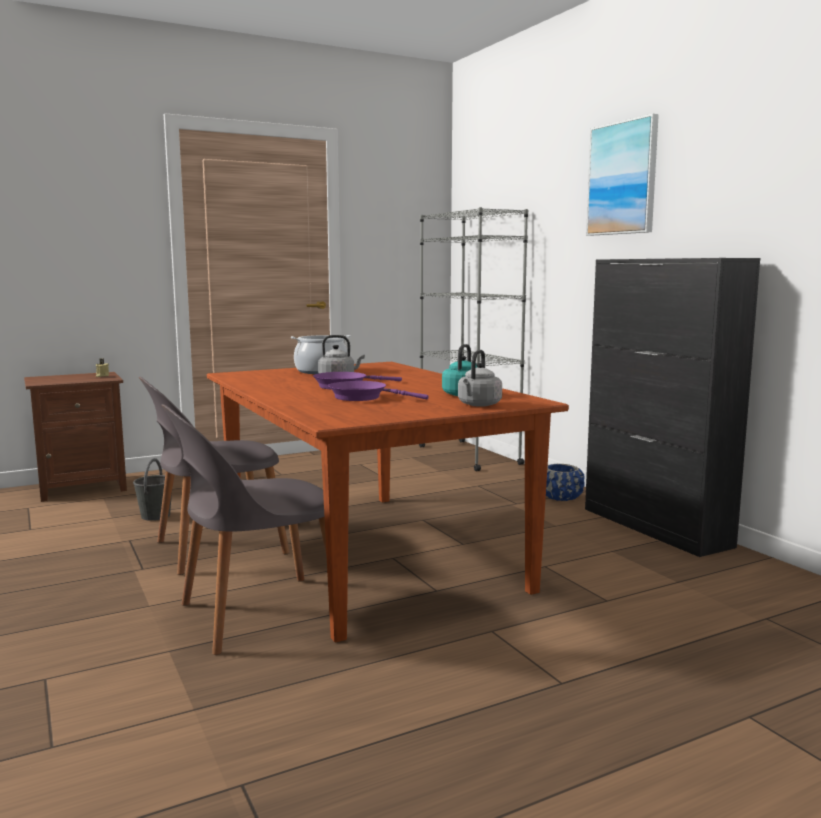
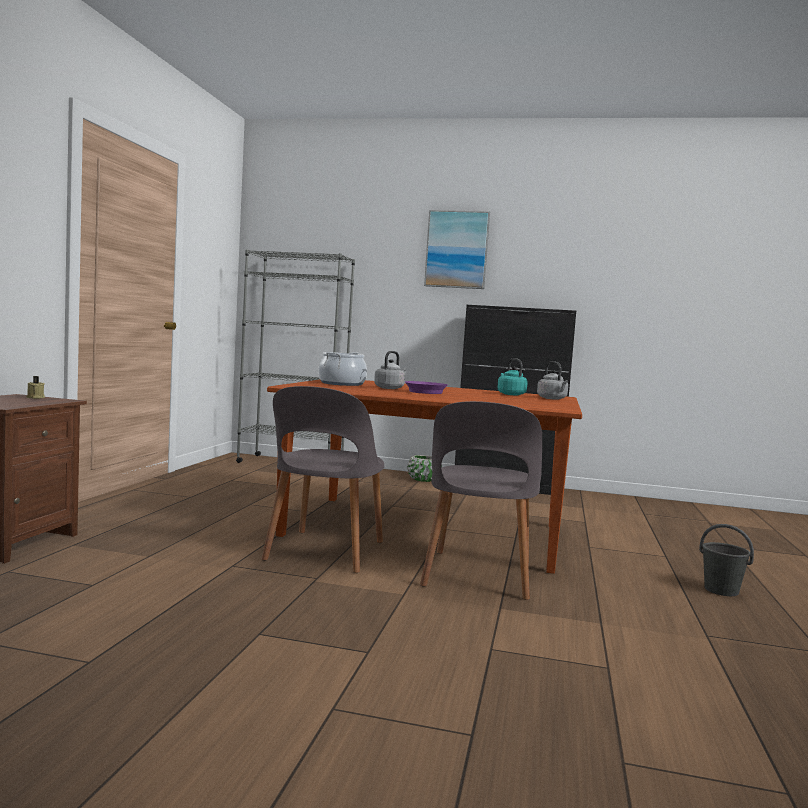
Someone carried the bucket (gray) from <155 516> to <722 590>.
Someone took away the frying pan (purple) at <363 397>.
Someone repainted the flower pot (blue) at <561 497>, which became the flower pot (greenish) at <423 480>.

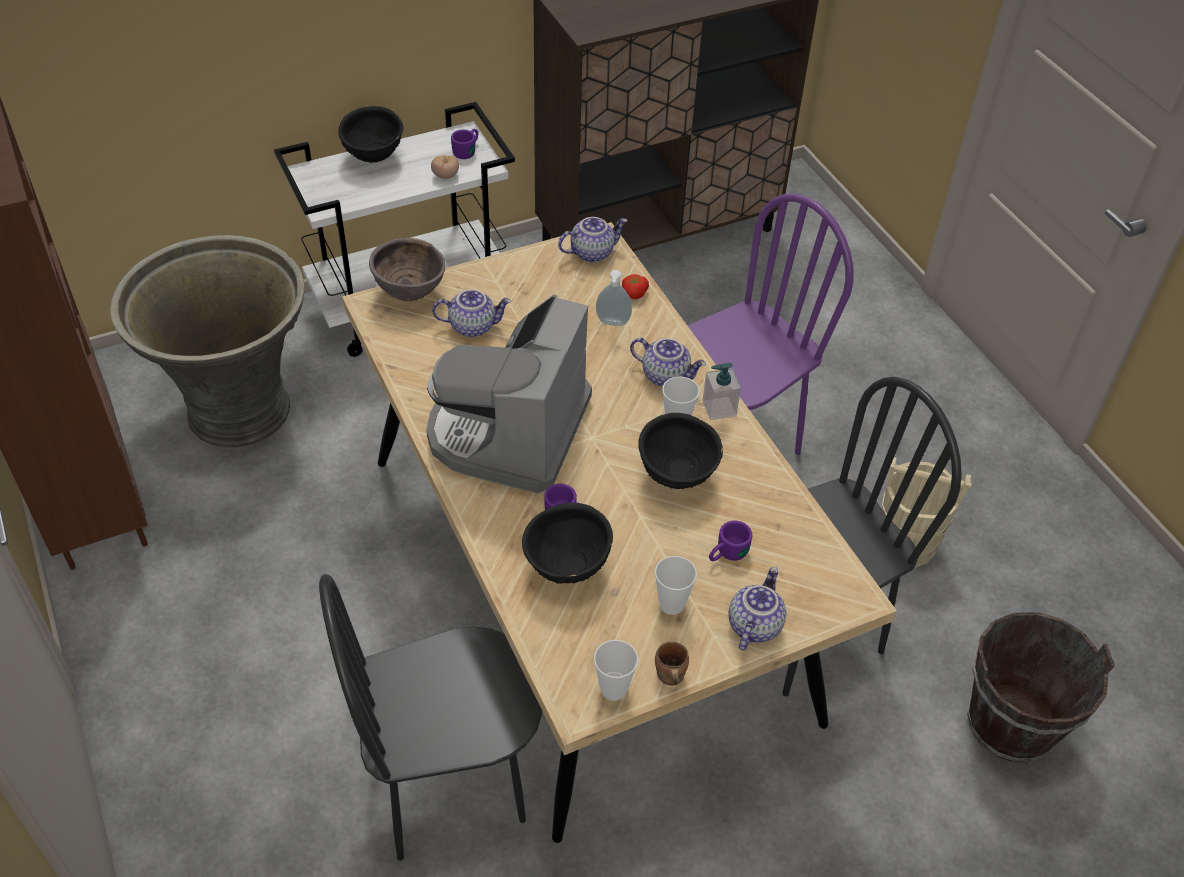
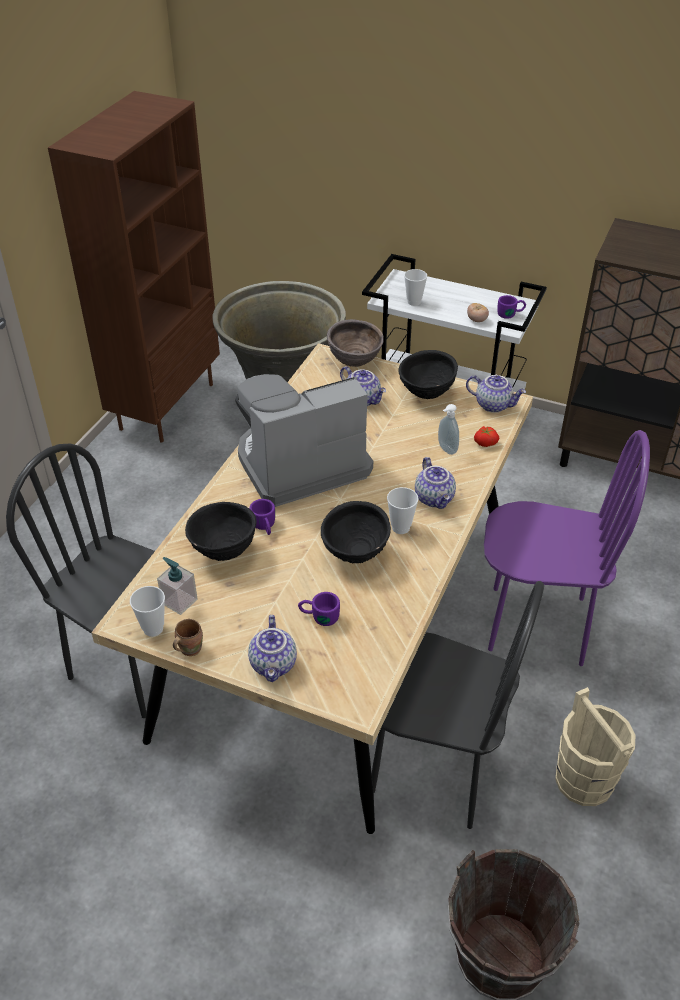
Someone carried the deep dish (blackish) from <373 158> to <426 394>.
Someone carried the cup from <671 604> to <414 302>.
Someone carried the soap bottle from <719 408> to <179 601>.
Someone rotated the pot for tea at <753 624> by 105 degrees clockwise.

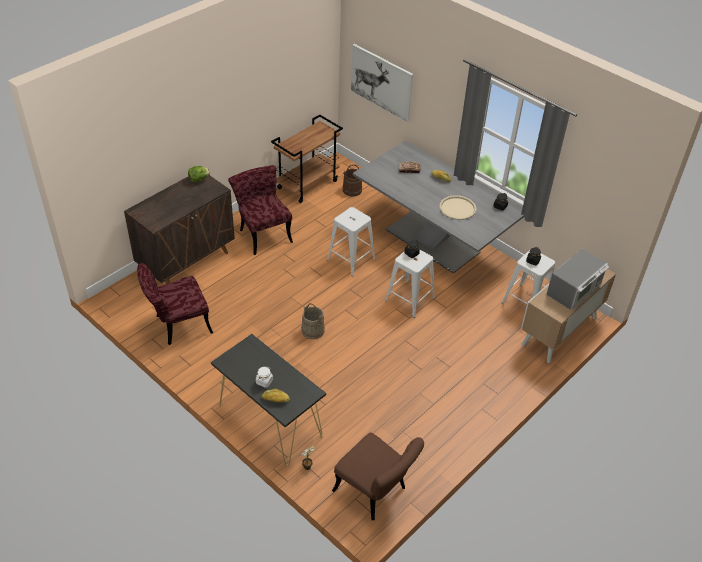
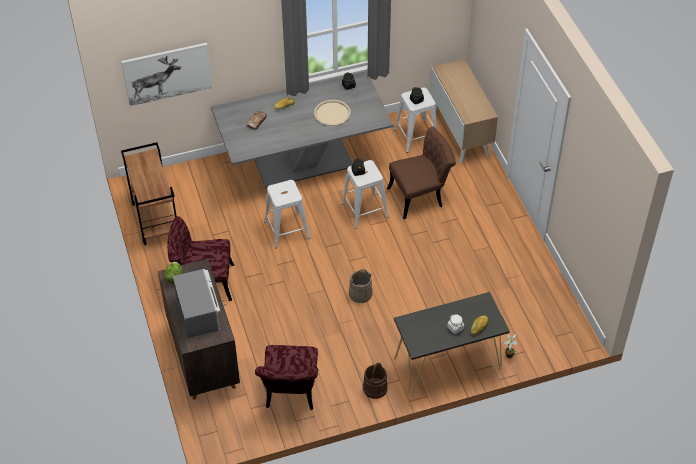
Someone carried the chair (brownish) from <375 493> to <420 196>.
Someone carried the bucket (brownish) from <352 190> to <375 388>.
Someone carried the microwave from <574 290> to <198 312>.

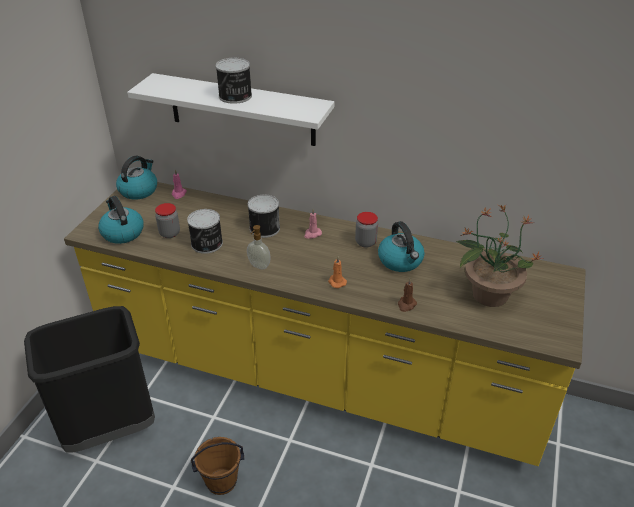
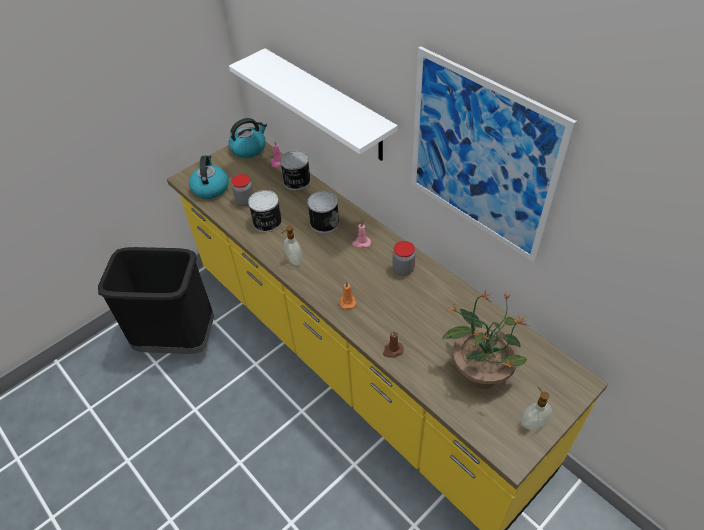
Someone took away the bucket (brownish) at <221 482>.
Someone carried the can from <235 96> to <296 181>.
Someone took away the water kettle at <401 261>.
Someone put up the wall art at <480 157>.
Someone put down the soap bottle at <532 422>.

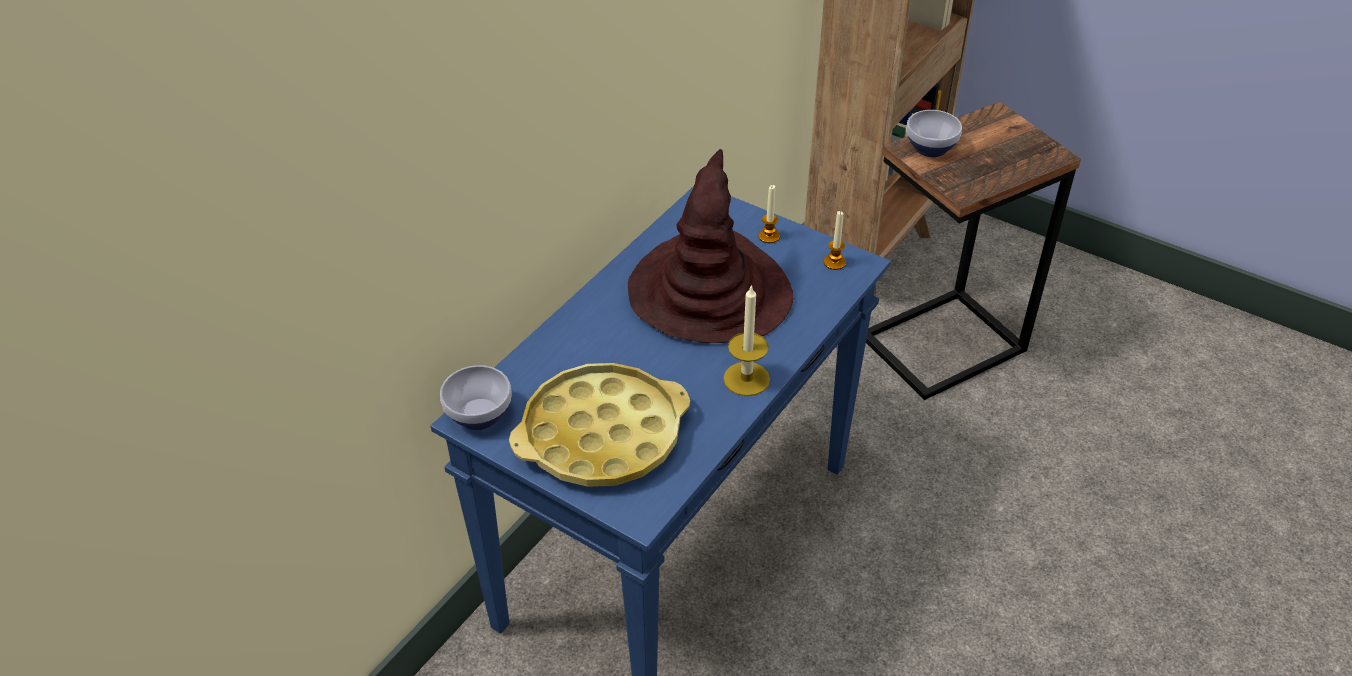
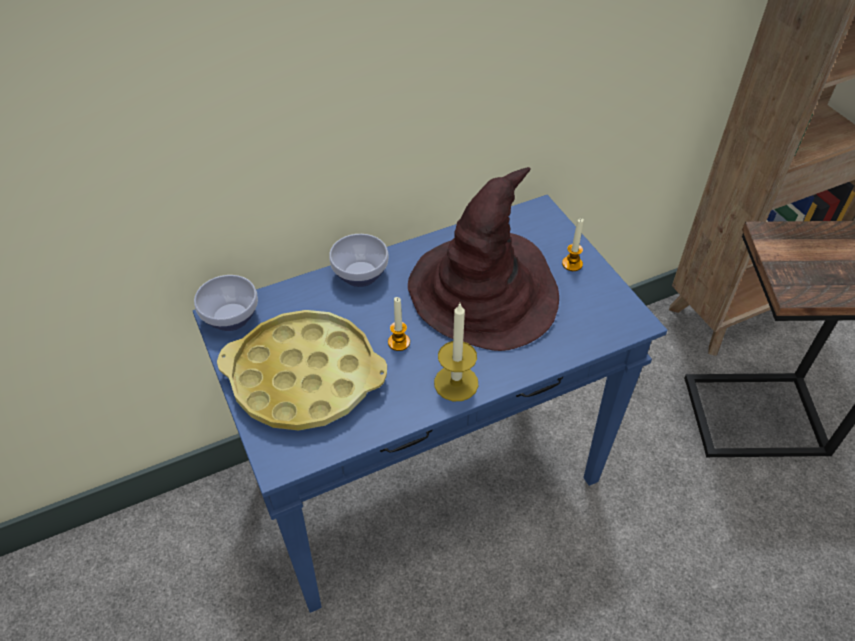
Someone carried the candle from <834 262> to <399 342>.
Someone carried the deep dish from <929 148> to <359 274>.

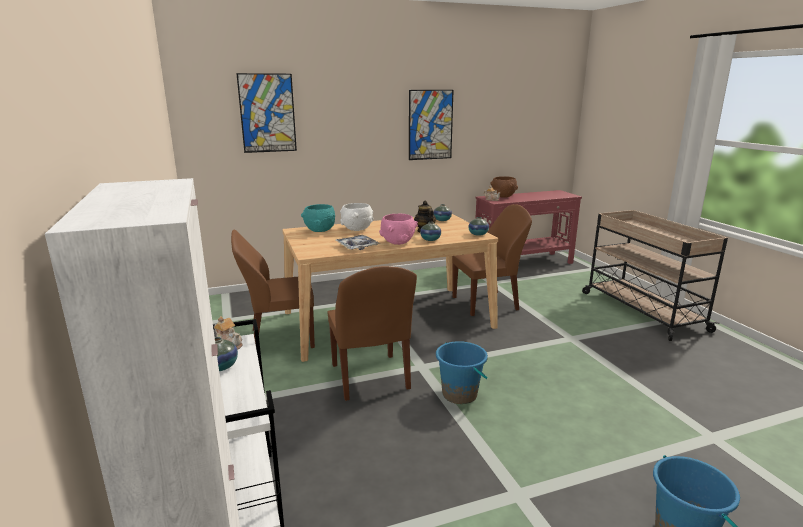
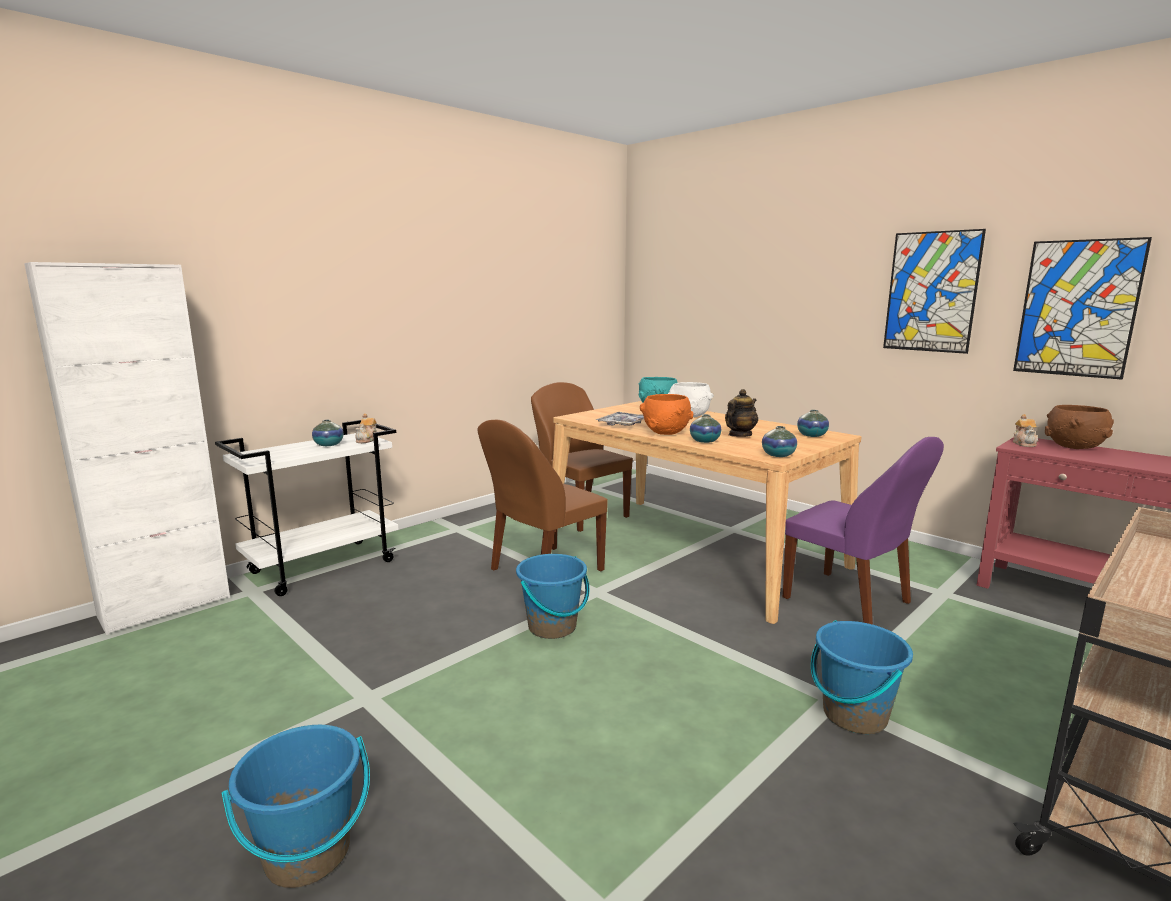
Someone carried the wall art from <267 113> to <1077 308>.
Someone repainted the deep dish (pinkish) at <397 242>, which became the deep dish (orange-coloured) at <666 433>.
Someone repainted the chair (brownish) at <486 303>, which became the chair (purple) at <849 602>.
Someone put down the bucket (blue) at <854 715>.

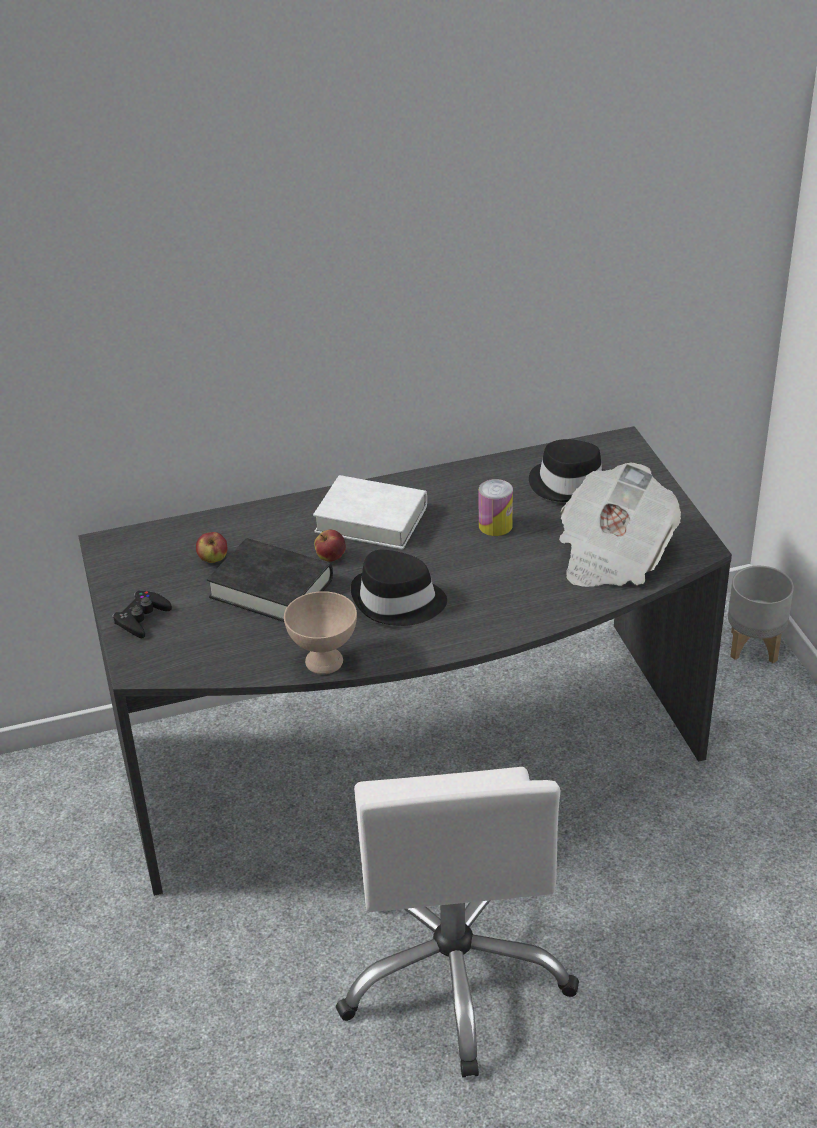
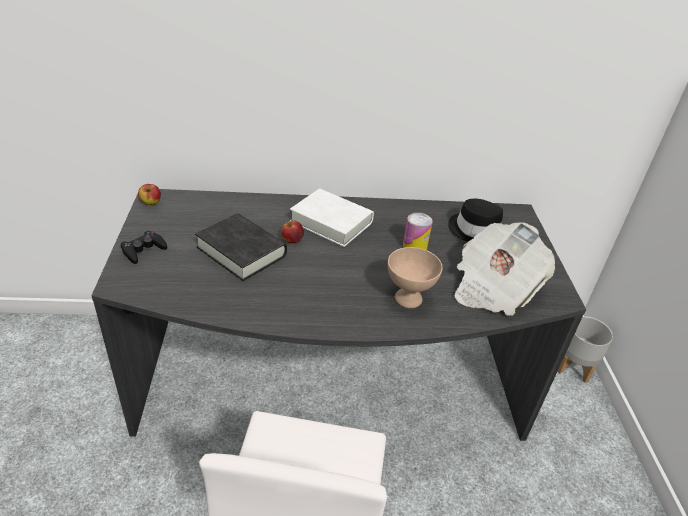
Someone carried the apple fruit from <213 560> to <151 203>.
Someone carried the deep dish (beige-coloured) from <325 661> to <409 298>.
Someone took away the clothing hat (blackish) at <397 601>.

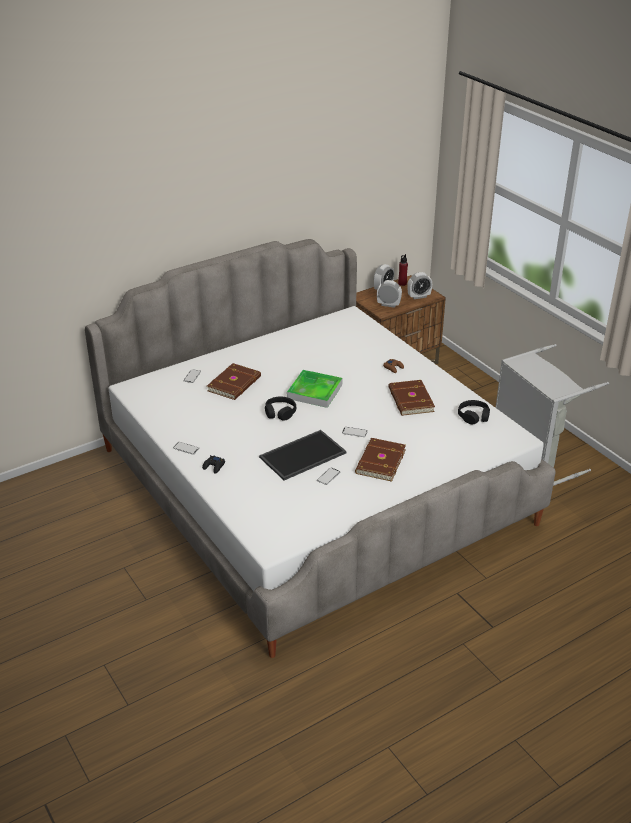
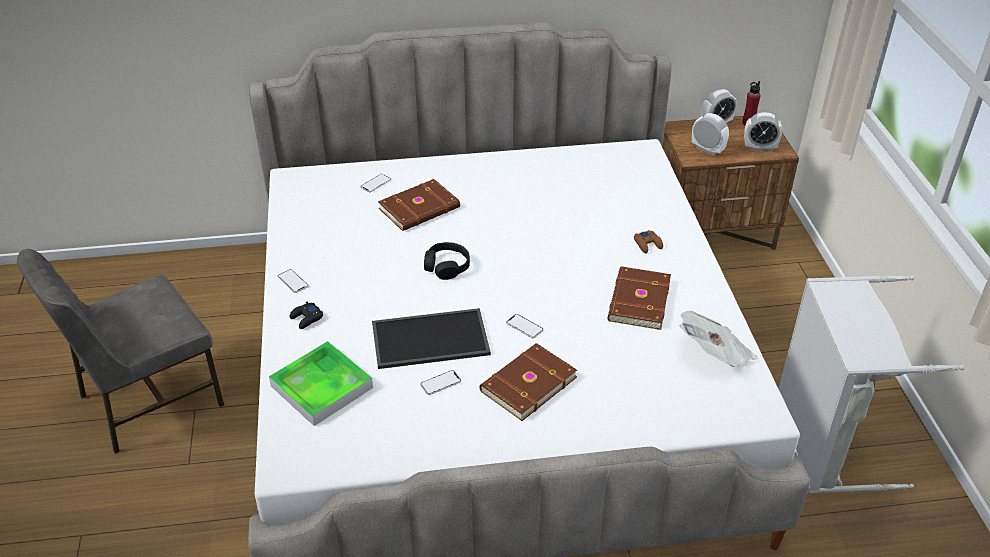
Someone carried the carrying tray from <314 391> to <321 387>.
Someone swapped the headphones (blackish) at <473 416> for the daily paper at <715 355>.
Someone put down the chair (gray) at <148 400>.

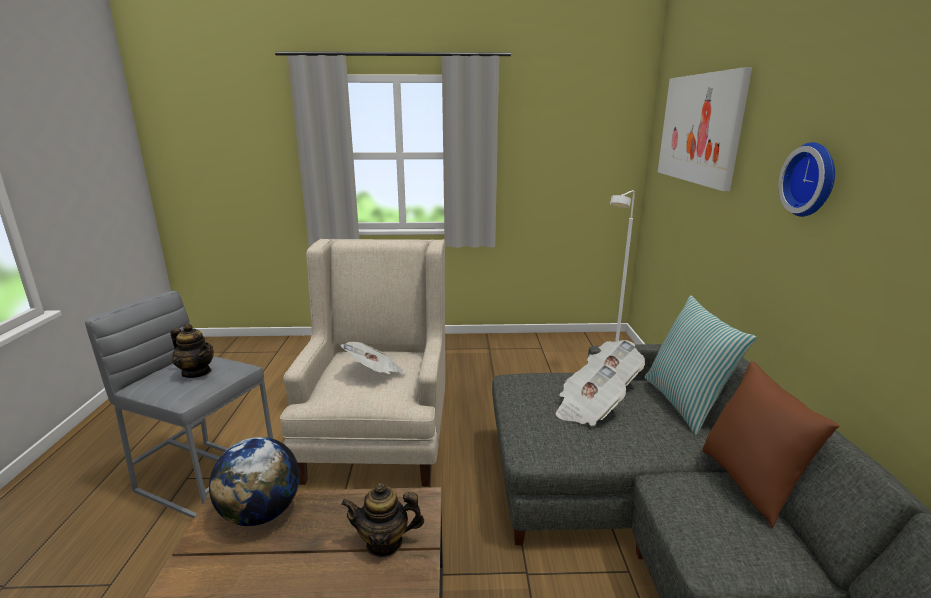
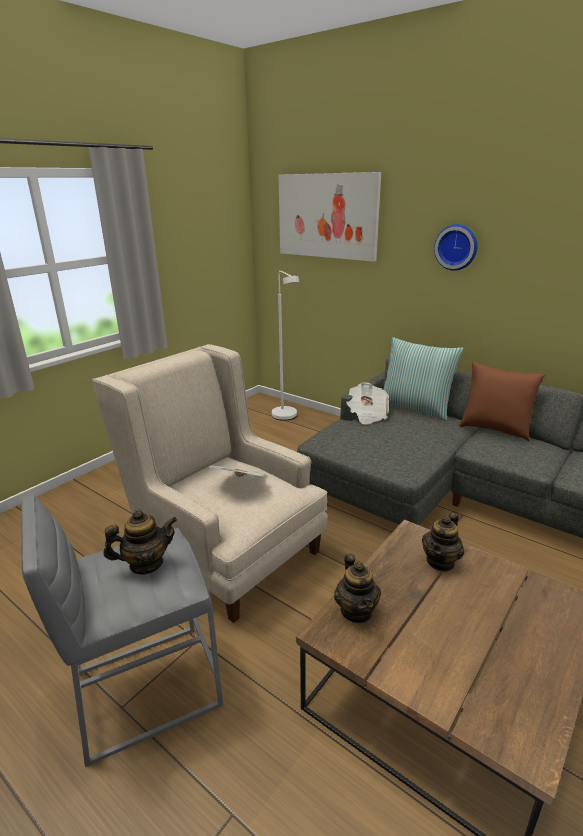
Someone swapped the world globe at <261 513> for the pot for tea at <356 611>.
Someone took away the daily paper at <586 410>.

